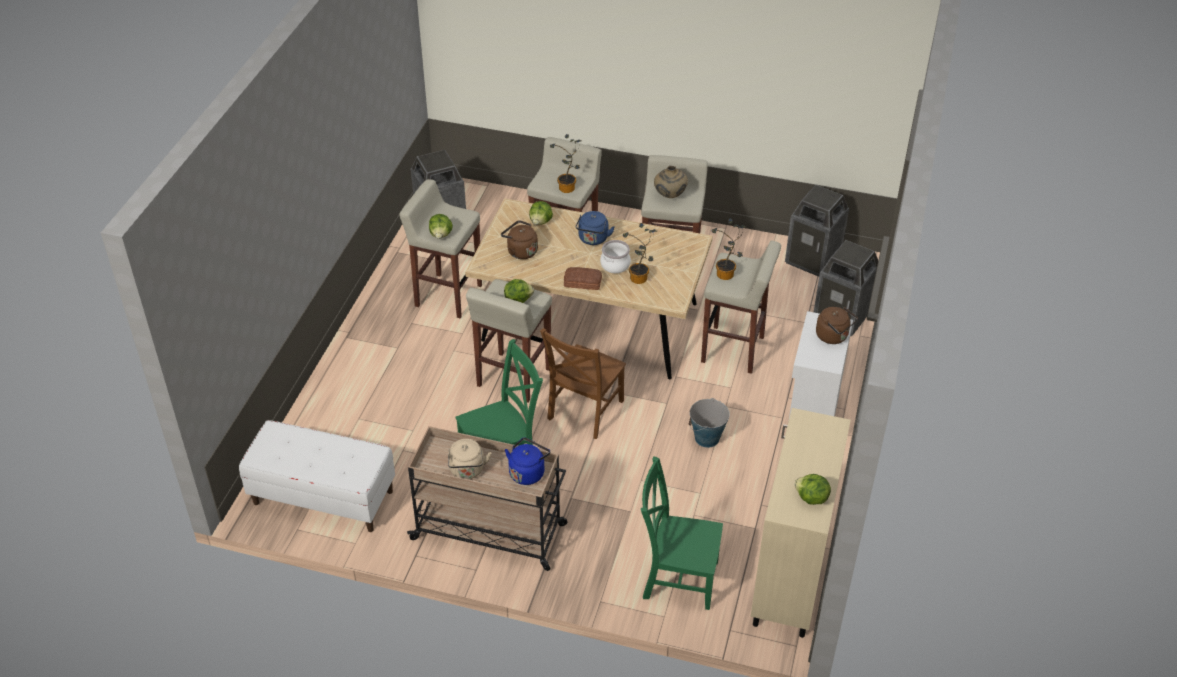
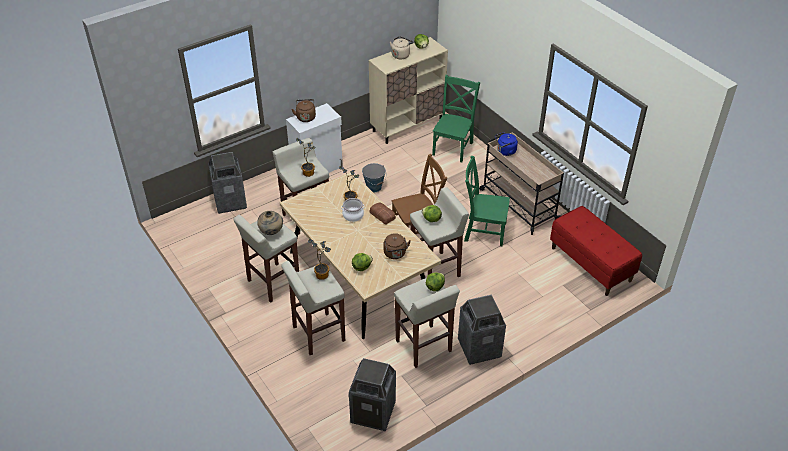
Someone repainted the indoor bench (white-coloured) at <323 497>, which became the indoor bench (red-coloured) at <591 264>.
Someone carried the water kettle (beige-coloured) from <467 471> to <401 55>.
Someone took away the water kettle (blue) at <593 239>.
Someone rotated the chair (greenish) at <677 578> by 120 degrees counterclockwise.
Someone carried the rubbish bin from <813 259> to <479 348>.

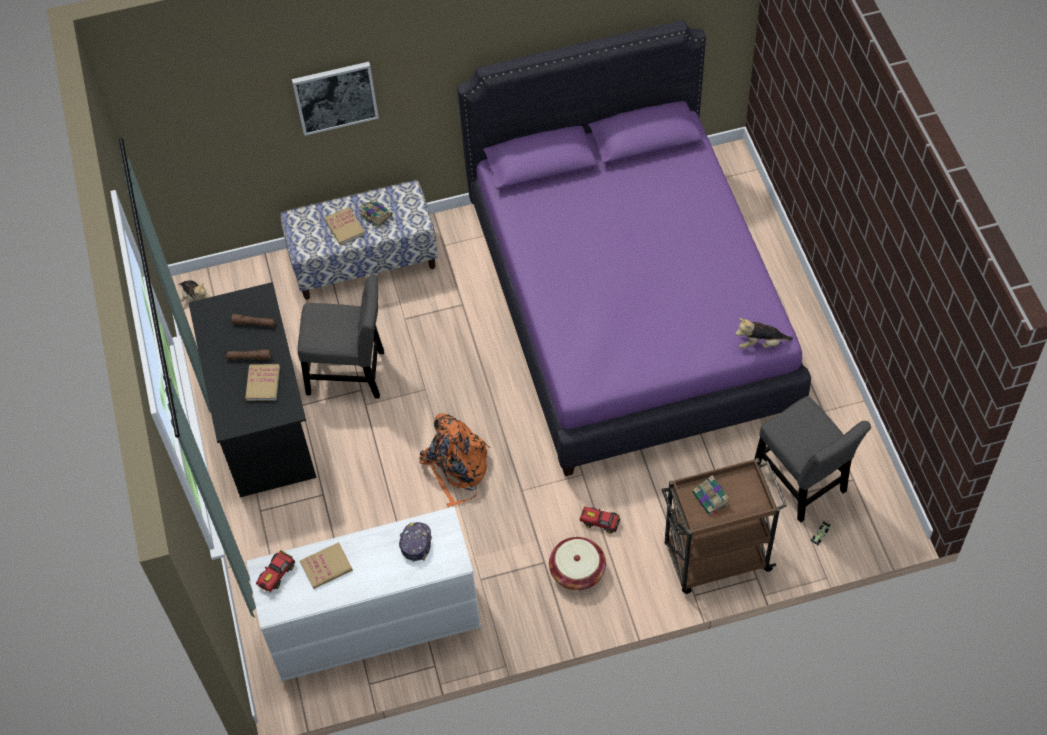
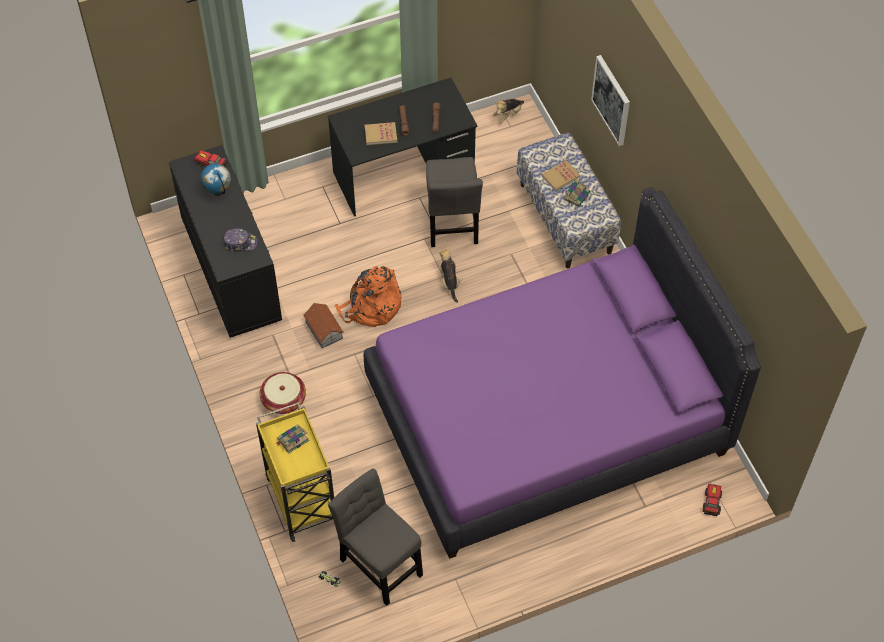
Someone repainted the dresser (white-coloured) at <373 624>, which became the dresser (blackish) at <231 270>.
Someone swapped the book at <326 566> for the world globe at <218 192>.
Someone carried the miniature car from <599 522> to <712 501>.
Someone repainted the trolley (brownish) at <715 558>, which became the trolley (yellow) at <301 498>.
Someone carried the soft toy from <760 343> to <449 282>.
Someone rotated the chair (gray) at <802 483> by 90 degrees clockwise.
Someone put down the toy house at <324 330>.

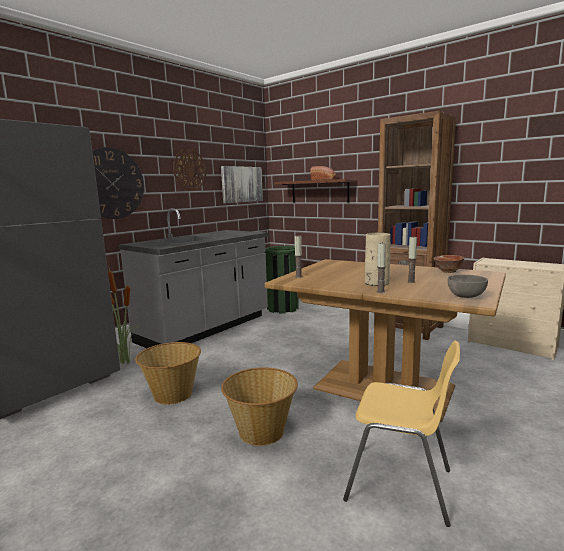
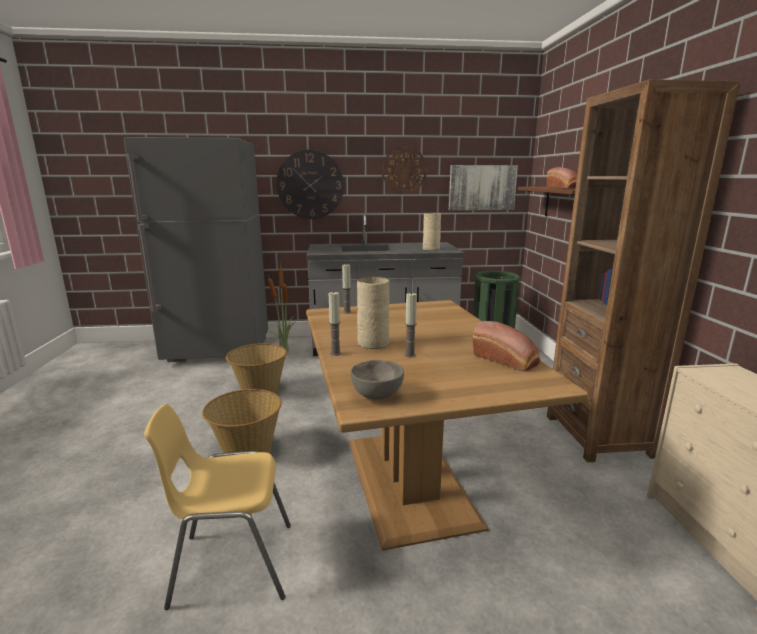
Someone rotated the chair (yellow) at <400 485> by 105 degrees clockwise.
Someone swapped the deep dish at <448 271> for the bakery bread at <507 360>.
Someone put down the flower vase (beige-coloured) at <431 249>.

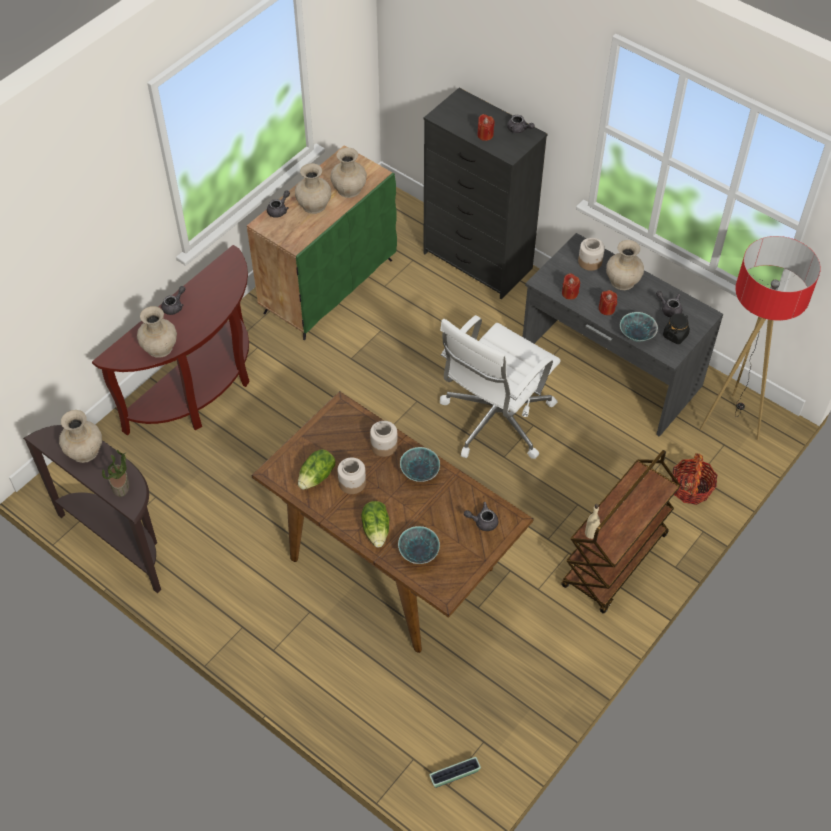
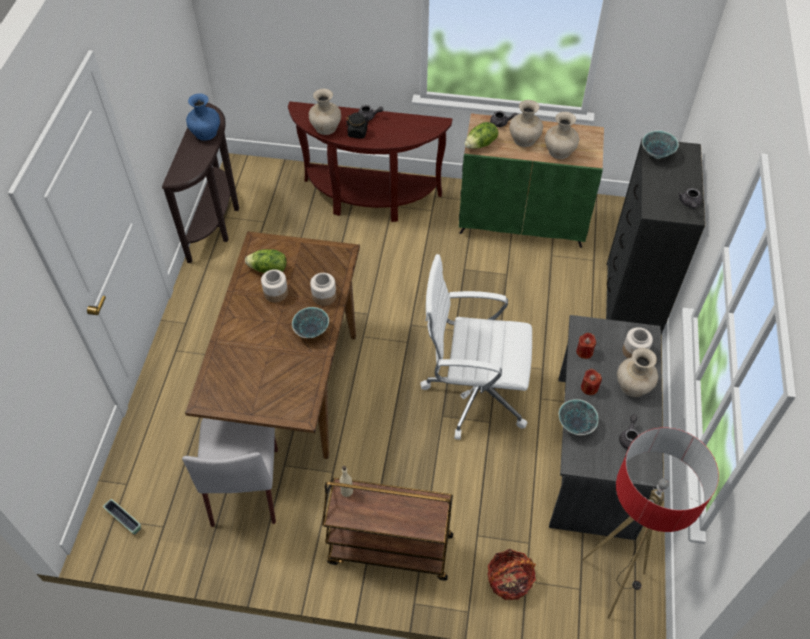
Someone repainted the flower vase (beige-coloured) at <84 451>, which became the flower vase (blue) at <205 133>.
Someone took away the houseplant at <120 484>.
Someone carried the lettuce head from <376 530> to <481 144>.
Someone carried the deep dish from <418 553> to <657 154>.
Someone took away the pot for tea (gray) at <482 521>.
Someone took away the candle (red-coloured) at <485 135>.
Someone carried the preserve jar (blackish) from <675 335> to <357 133>.
Someone put down the chair (gray) at <245 485>.

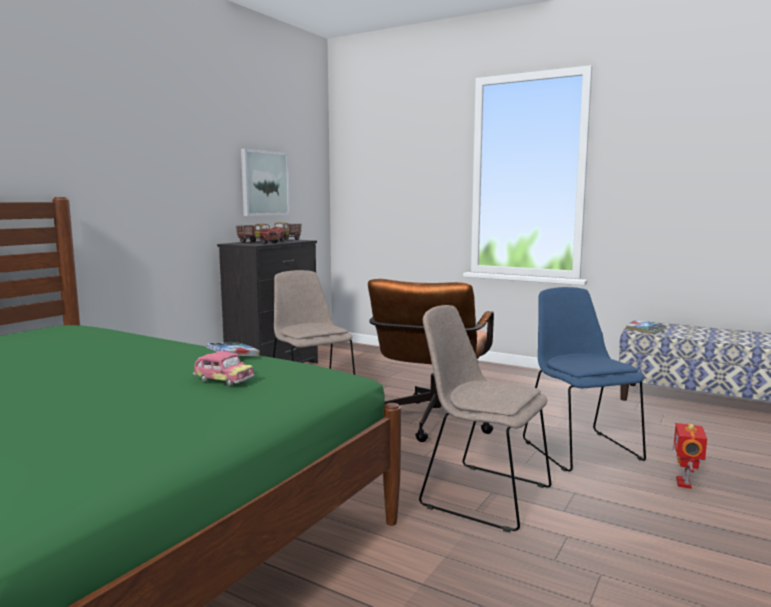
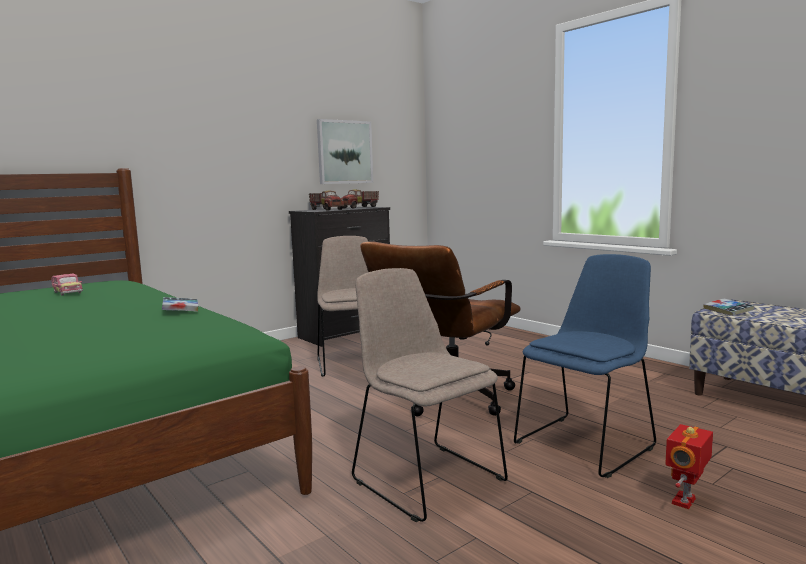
Someone carried the miniature car from <223 380> to <67 293>.
Someone rotated the chair (blue) at <579 448> by 45 degrees clockwise.

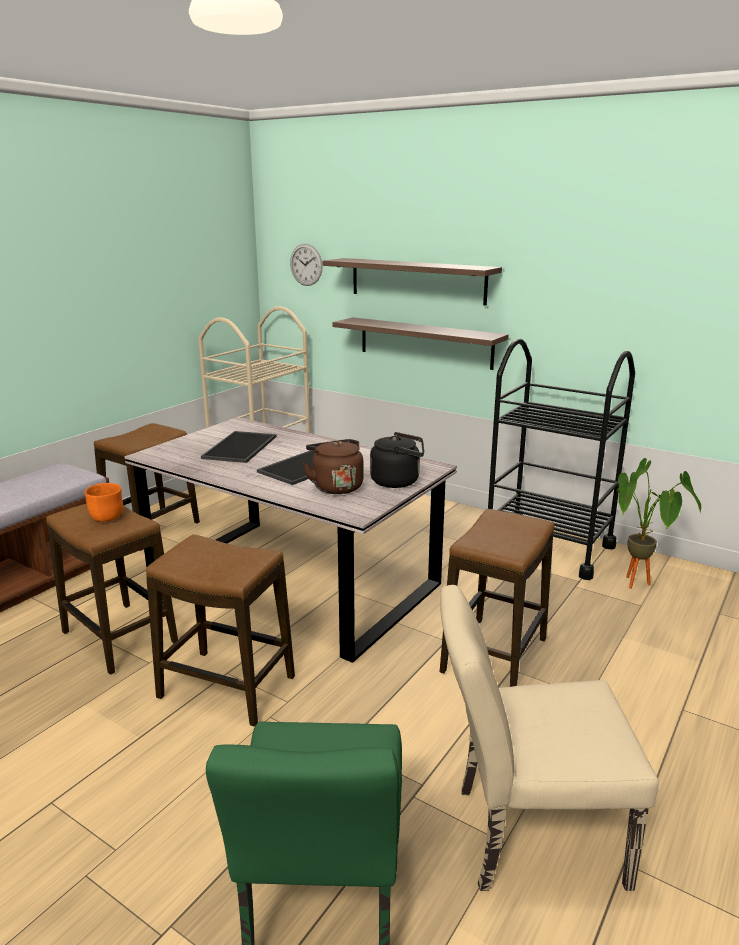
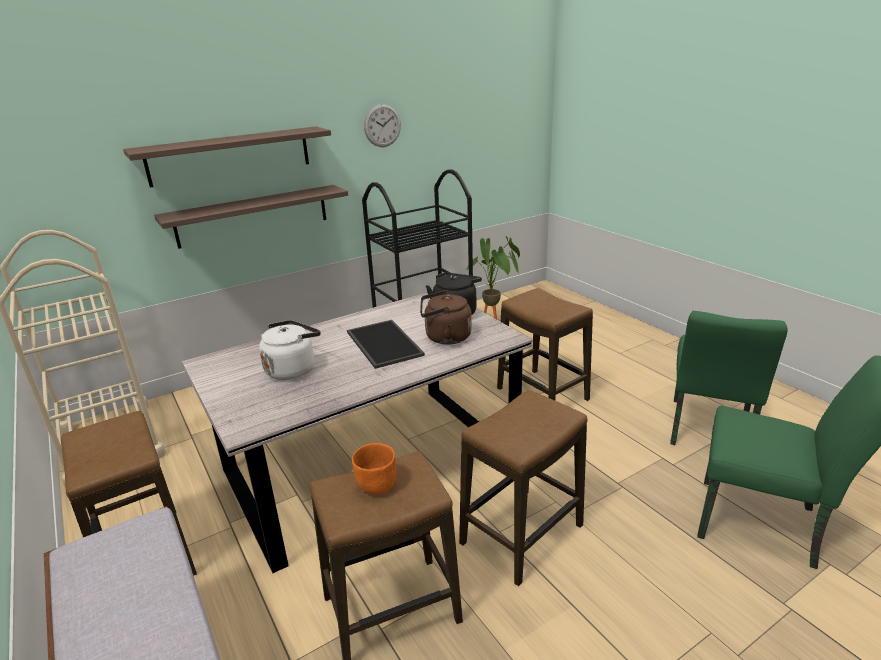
Someone swapped the carrying tray at <241 447> for the water kettle (white-coloured) at <292 369>.
Someone carried the hanging clock from <306 264> to <382 125>.
Someone repainted the chair (beige-coloured) at <525 835>, which became the chair (greenish) at <709 432>.

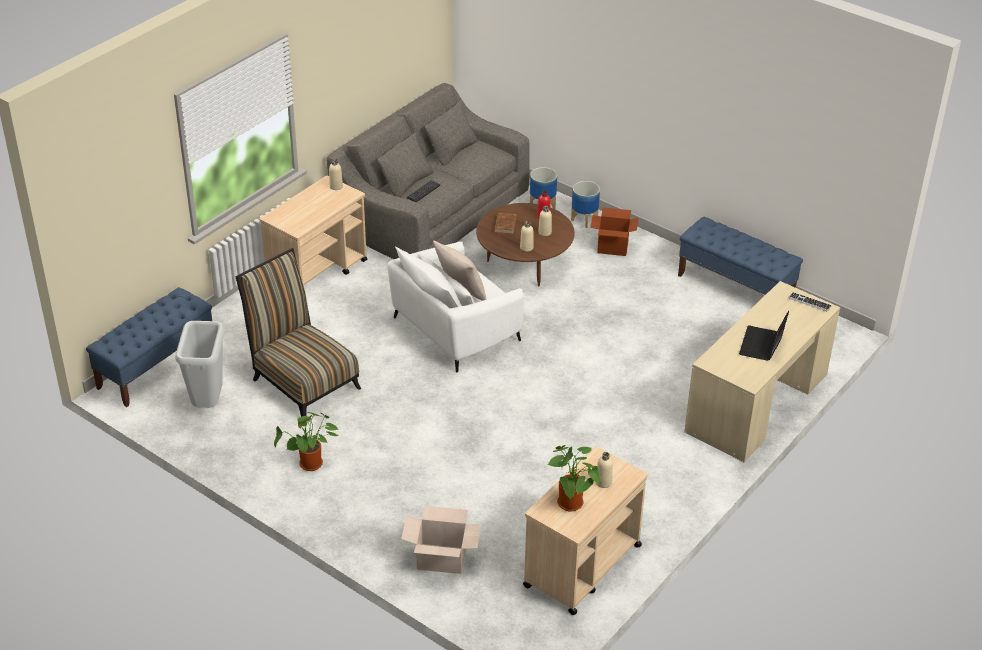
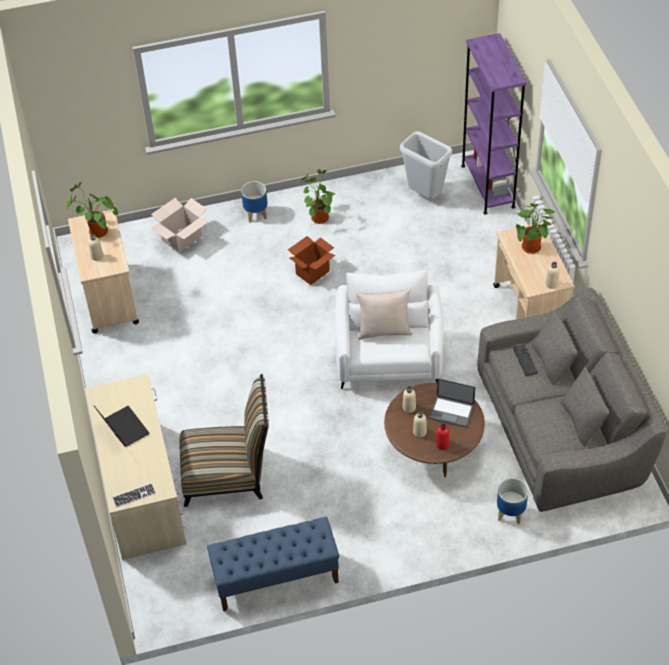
Someone swapped the indoor bench (blue) at <156 366> for the shelving unit (purple) at <487 186>.
Someone carried the chair from <302 380> to <228 474>.
Someone swapped the book (brownish) at <505 225> for the portable computer at <452 411>.
Someone carried the flower pot from <583 219> to <256 214>.
Someone carried the cardboard box from <612 248> to <312 272>.
Someone put down the houseplant at <532 249>.

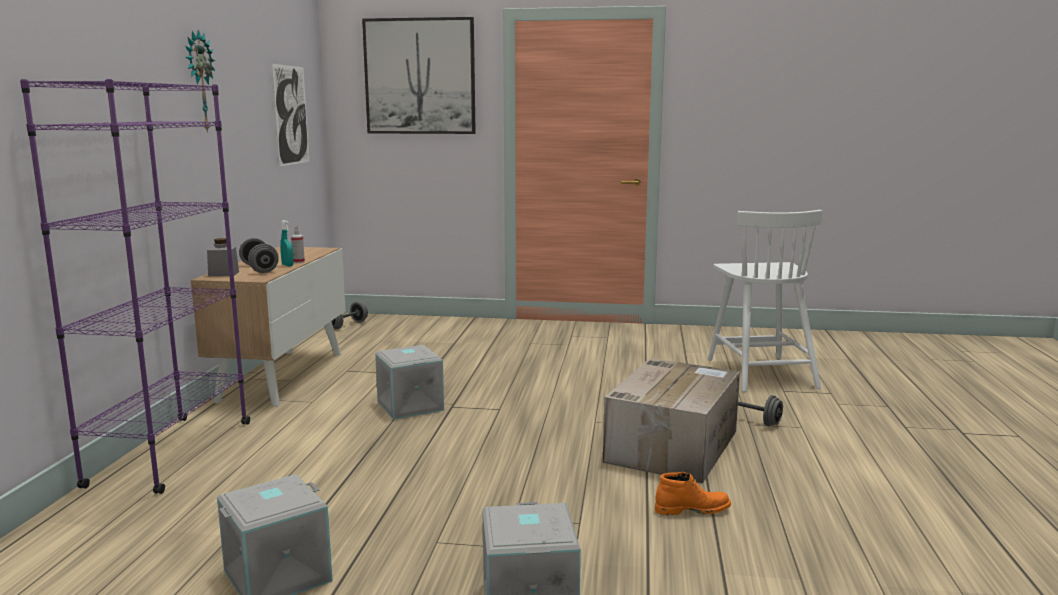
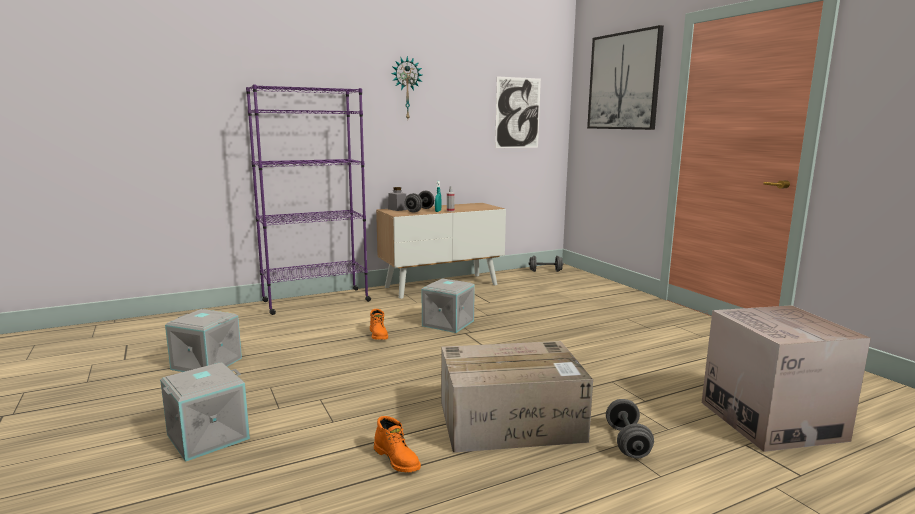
Someone swapped the chair (white-coloured) at <760 373> for the cardboard box at <771 421>.
Someone put down the tall boot (orange-coloured) at <379 335>.

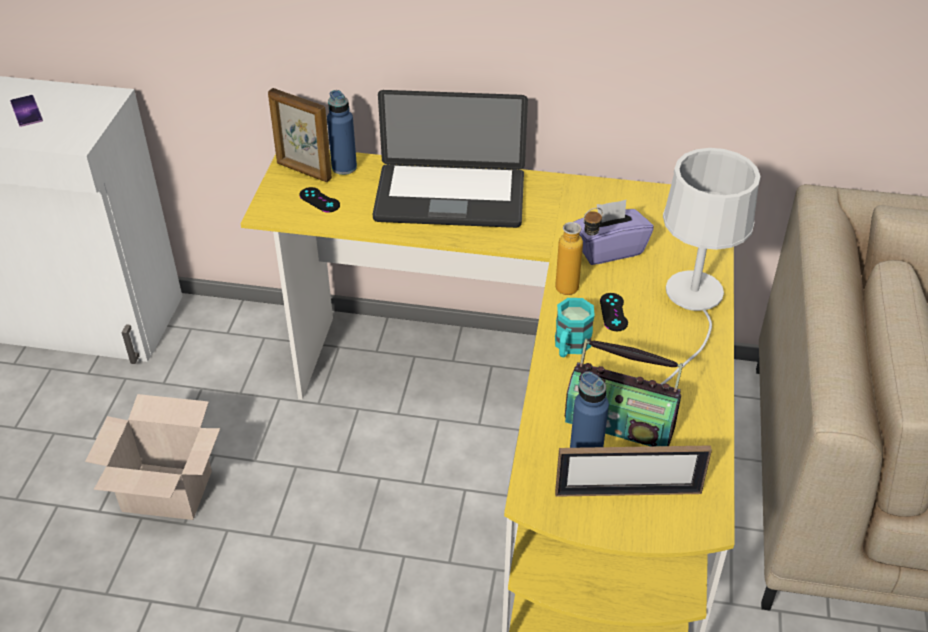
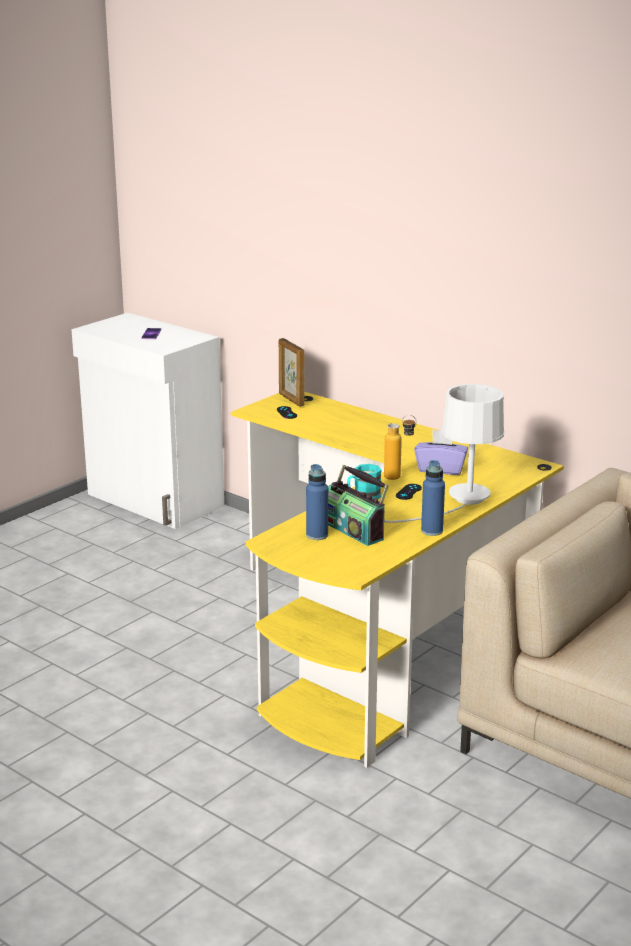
Someone took away the cardboard box at <164 492>.
Someone carried the drink bottle (blue) from <344 167> to <432 531>.
Someone took away the portable computer at <450 198>.
Someone took away the photo frame at <628 492>.

